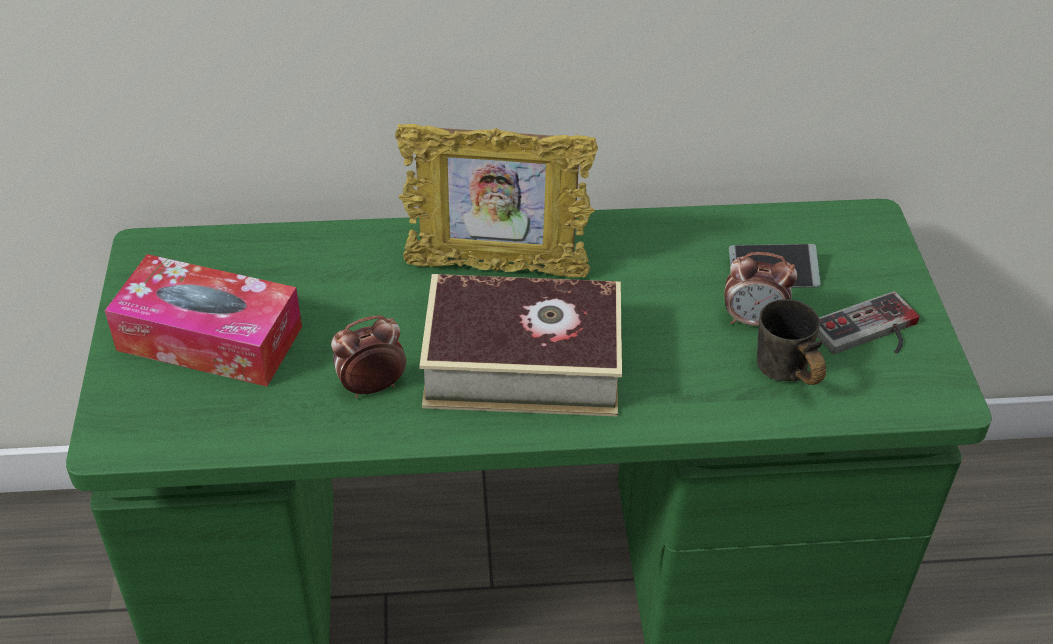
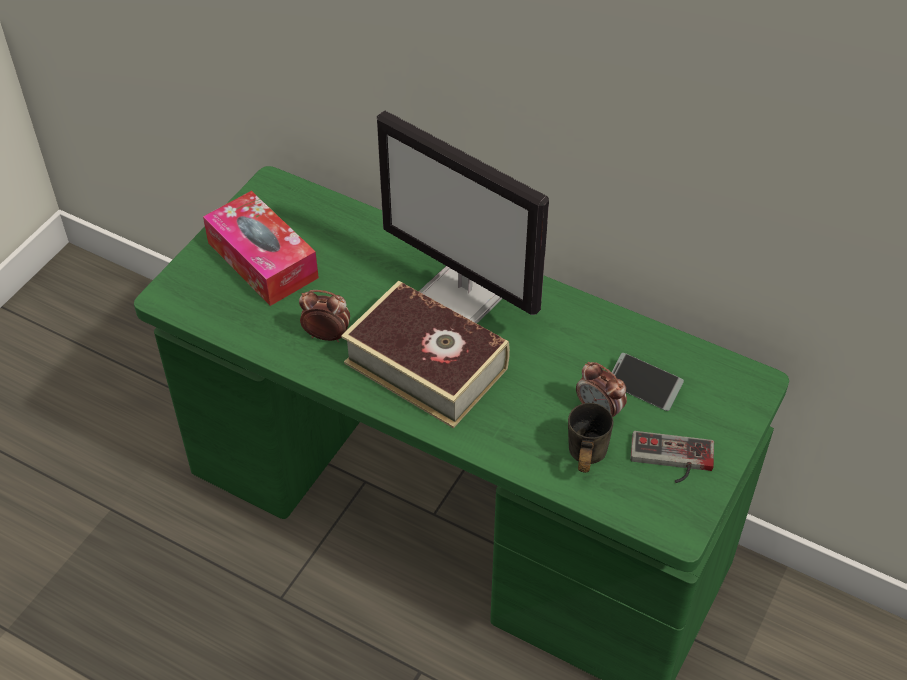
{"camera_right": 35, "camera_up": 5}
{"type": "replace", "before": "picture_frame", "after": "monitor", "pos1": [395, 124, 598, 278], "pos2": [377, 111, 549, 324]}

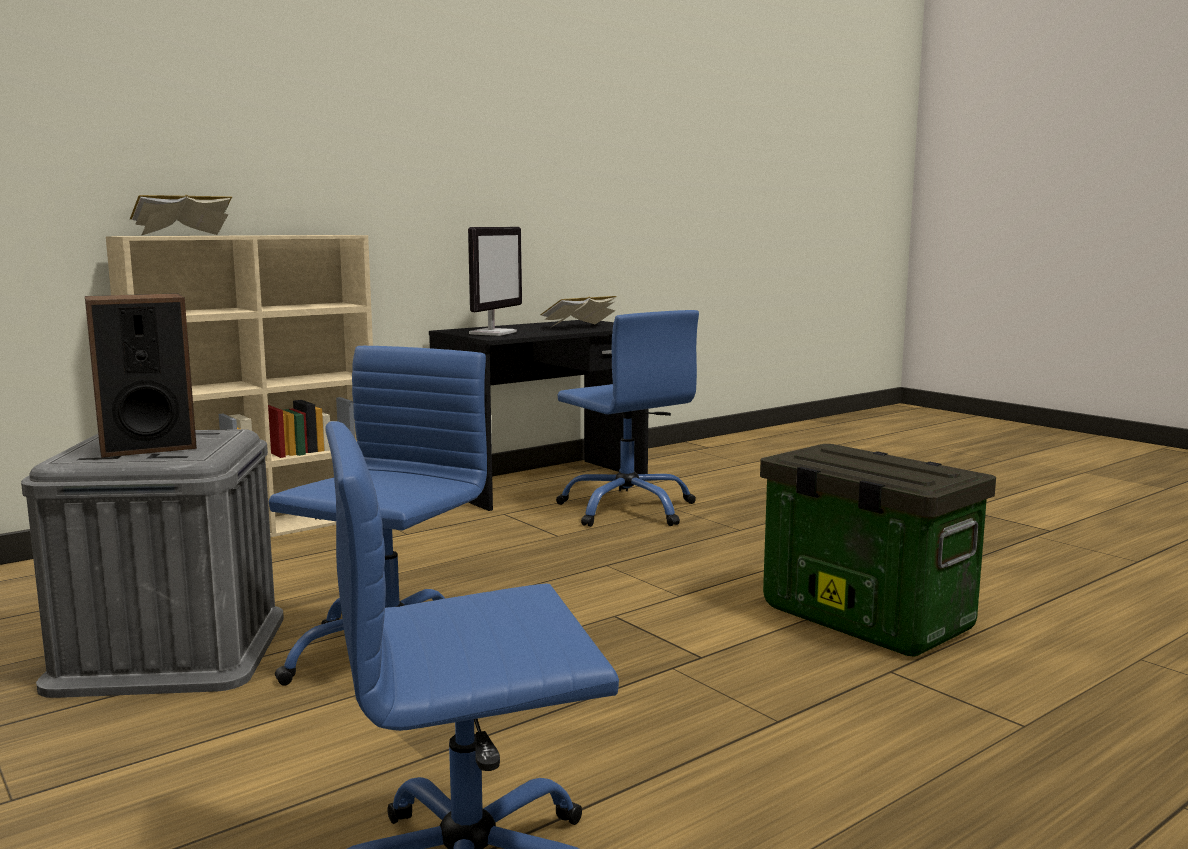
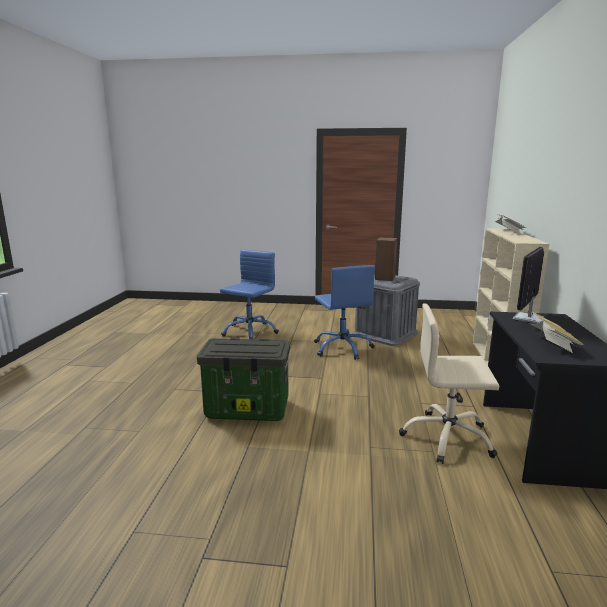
{"camera_right": 135, "camera_up": 5}
{"type": "recolor", "before": "blue_office_chair", "after": "beige_office_chair", "pos1": [556, 310, 699, 527], "pos2": [399, 303, 499, 464]}
{"type": "rotate", "before": "monitor", "pos1": [468, 227, 522, 336], "pos2": [513, 247, 544, 323], "turn": 60}

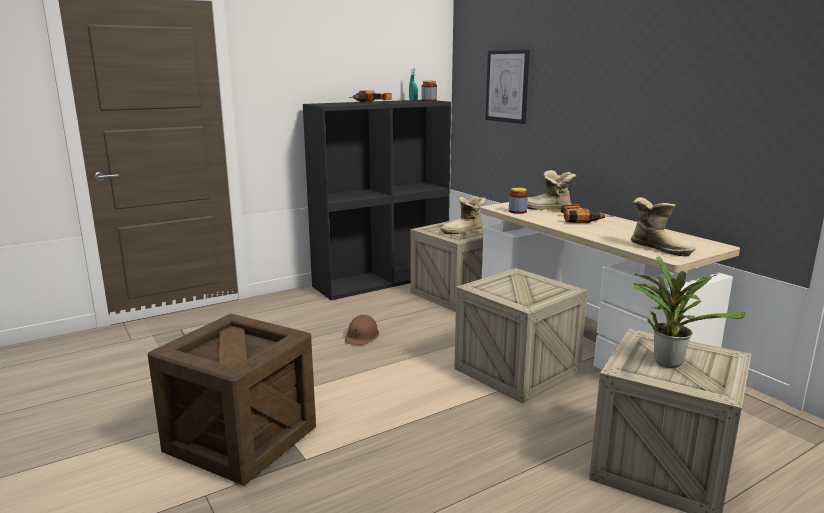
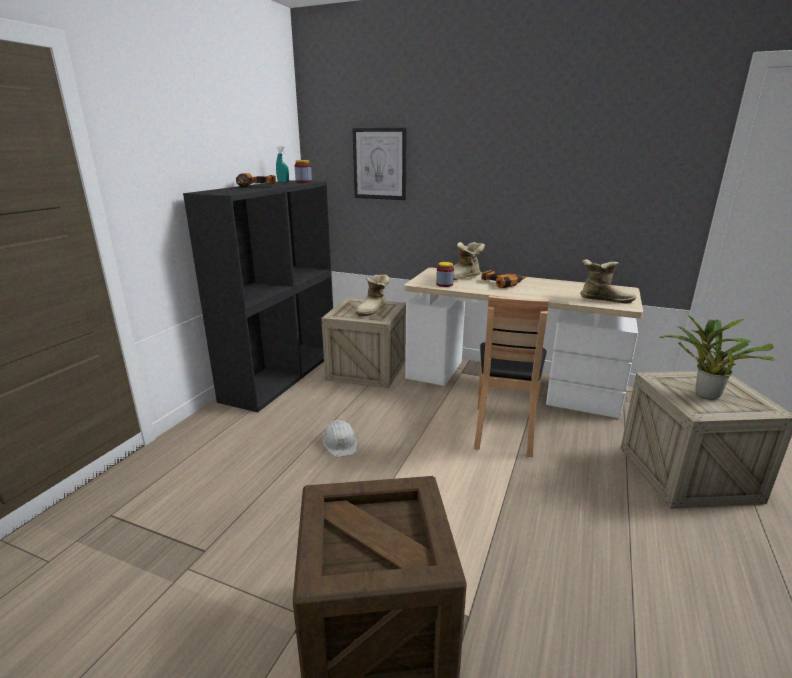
{"camera_right": -35, "camera_up": 5}
{"type": "recolor", "before": "brown_hard_hat", "after": "white_hard_hat", "pos1": [345, 315, 379, 345], "pos2": [322, 420, 357, 457]}
{"type": "replace", "before": "crate", "after": "brown_chair", "pos1": [454, 268, 588, 404], "pos2": [474, 296, 549, 457]}

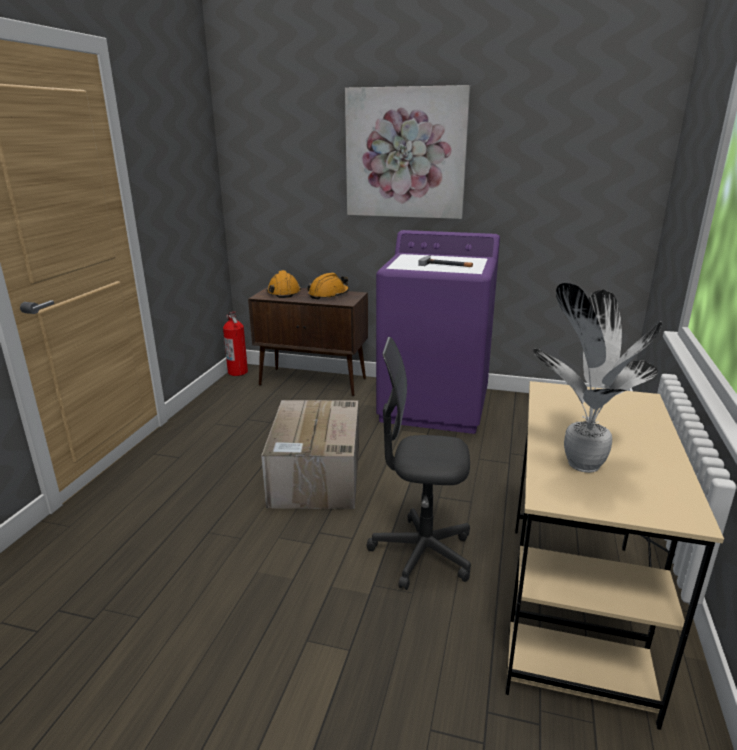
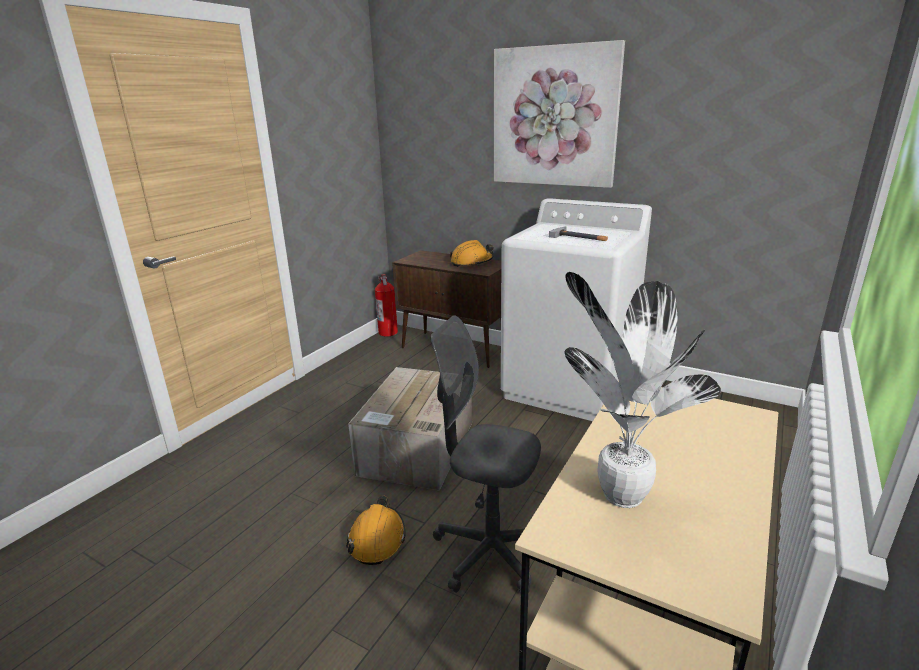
{"camera_right": 15, "camera_up": 0}
{"type": "move", "before": "orange_hard_hat", "pos1": [266, 270, 301, 298], "pos2": [346, 495, 406, 565]}
{"type": "recolor", "before": "purple_washing_machine", "after": "white_washing_machine", "pos1": [376, 230, 500, 434], "pos2": [501, 198, 652, 421]}

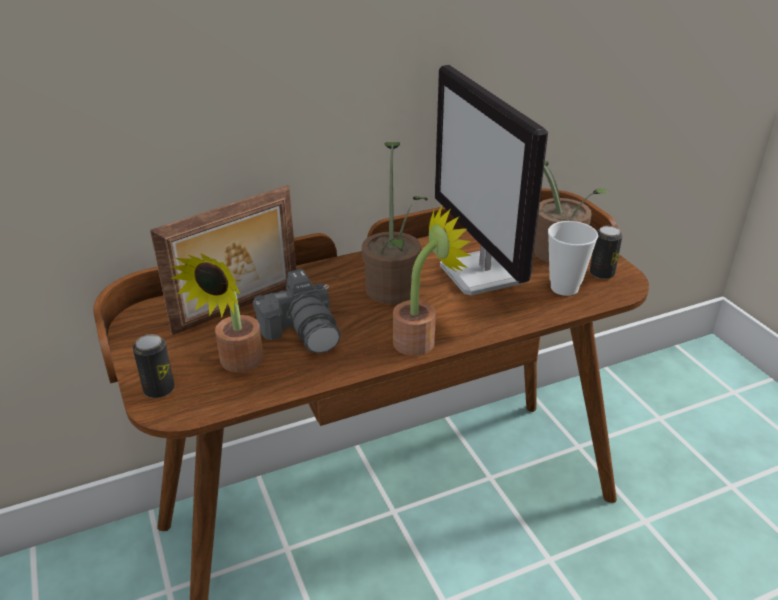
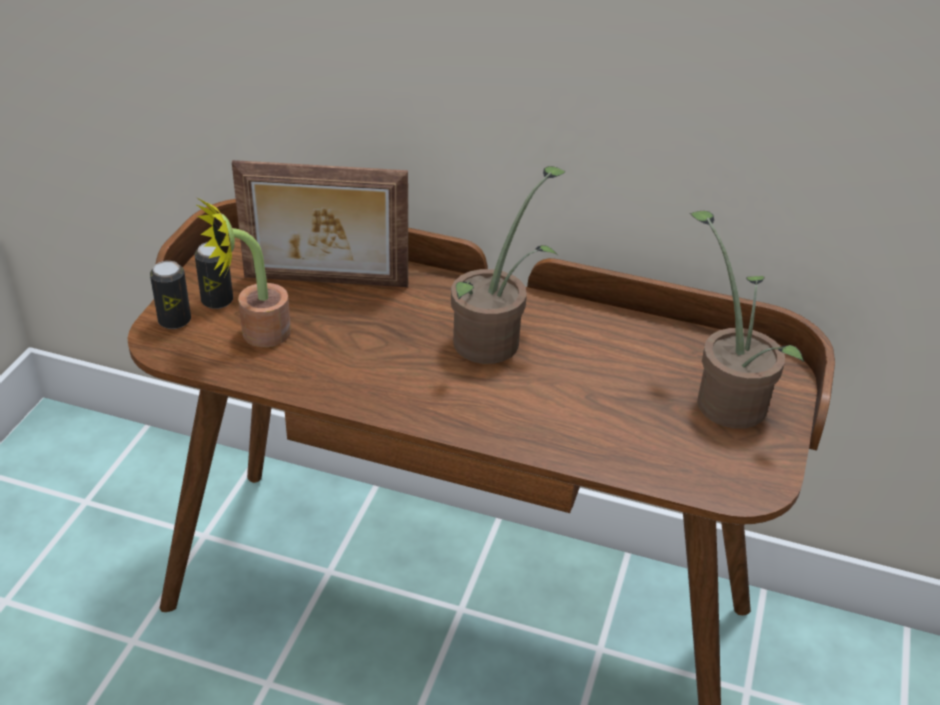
{"camera_right": 40, "camera_up": 5}
{"type": "move", "before": "can", "pos1": [590, 226, 622, 279], "pos2": [195, 242, 233, 309]}
{"type": "delete", "before": "photo_camera", "pos1": [253, 269, 341, 353]}
{"type": "delete", "before": "potted_plant", "pos1": [393, 206, 472, 356]}
{"type": "delete", "before": "monitor", "pos1": [435, 65, 548, 296]}
{"type": "delete", "before": "cup", "pos1": [548, 221, 598, 296]}

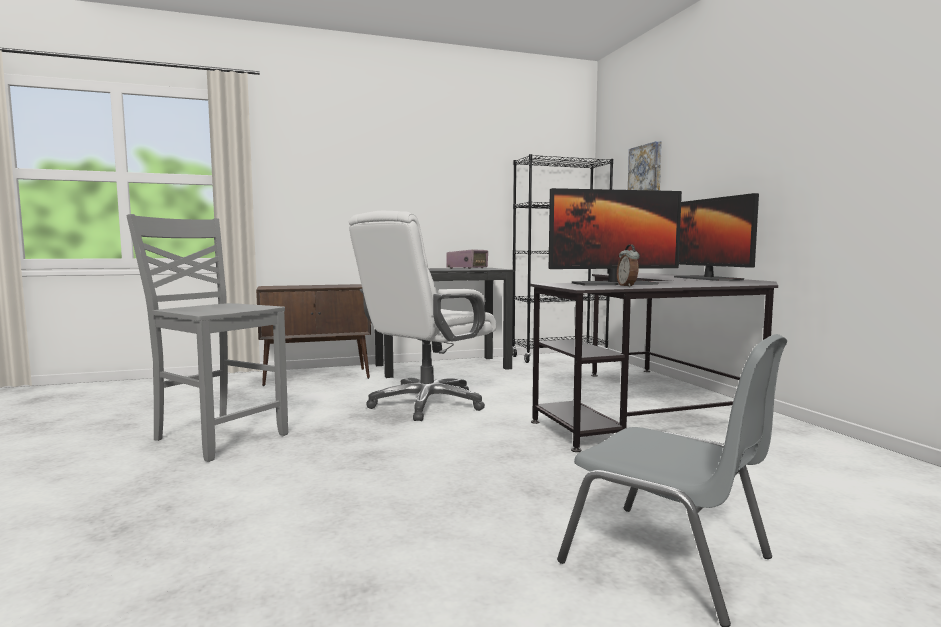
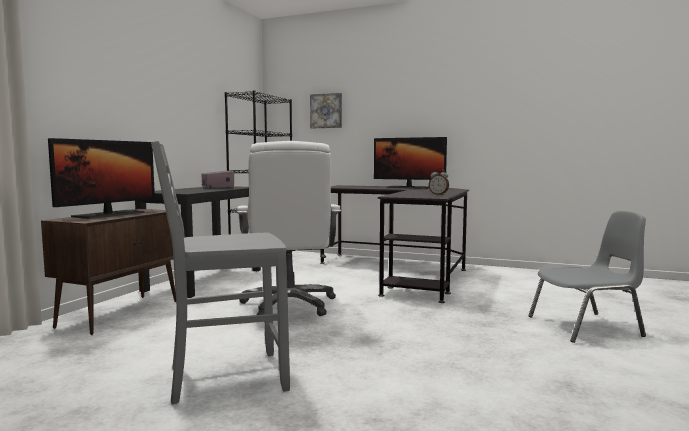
{"camera_right": -50, "camera_up": 0}
{"type": "move", "before": "monitor", "pos1": [549, 188, 682, 286], "pos2": [48, 138, 155, 219]}

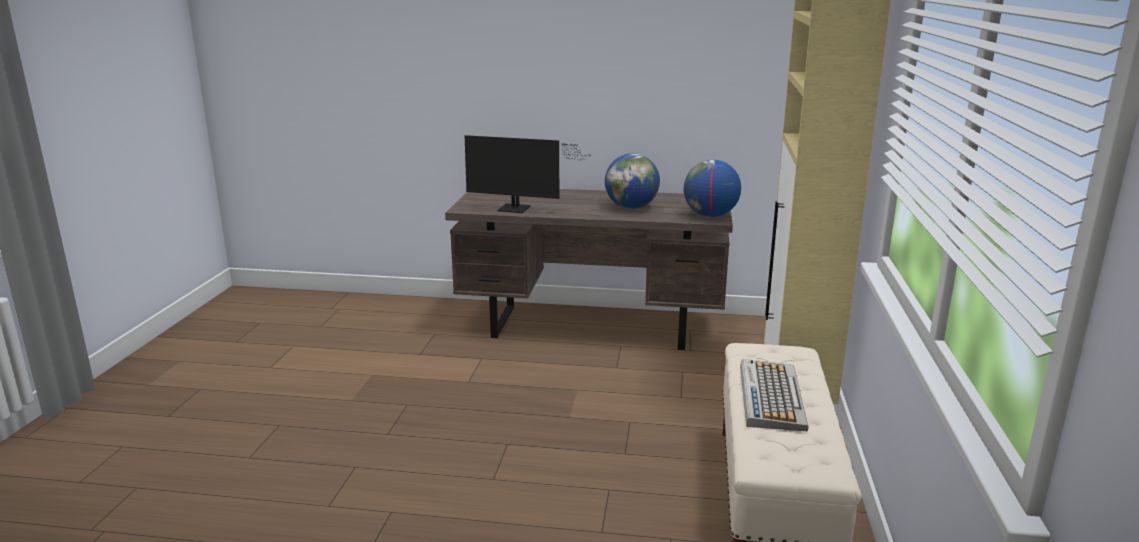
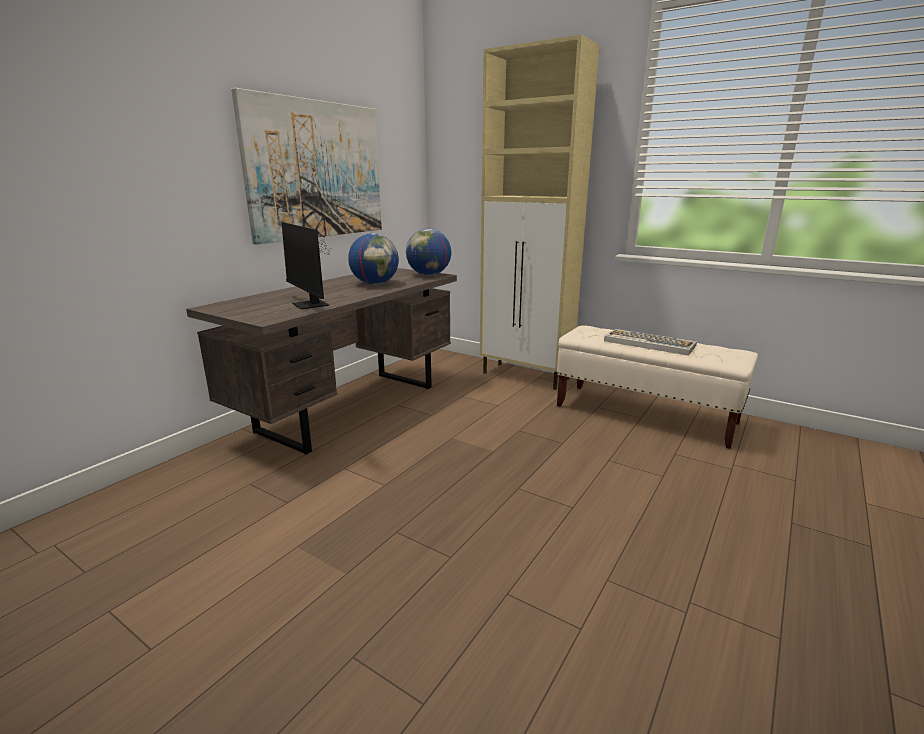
{"camera_right": -65, "camera_up": 0}
{"type": "insert", "after": "picture", "pos2": [231, 88, 382, 244]}
{"type": "rotate", "before": "monitor", "pos1": [465, 135, 588, 213], "pos2": [281, 222, 332, 310], "turn": 105}

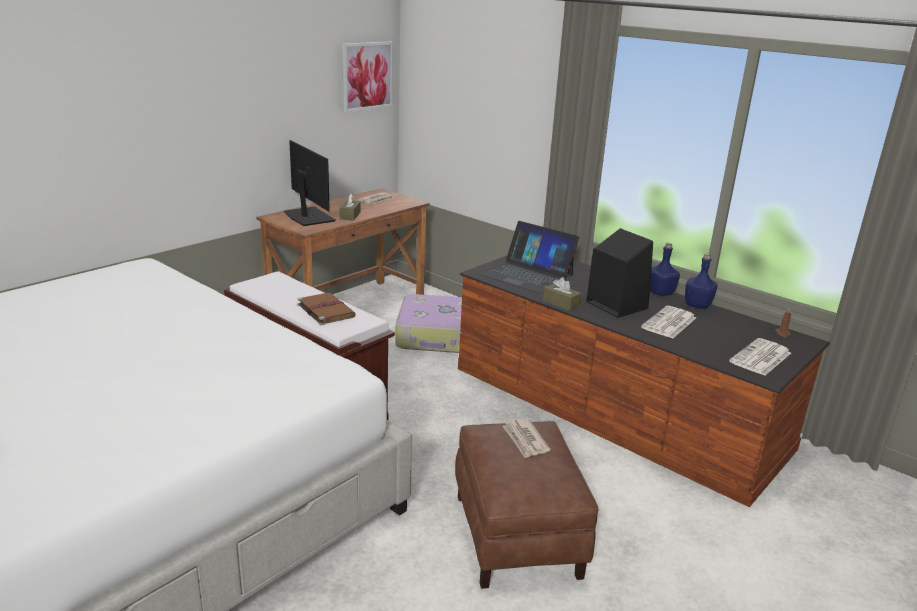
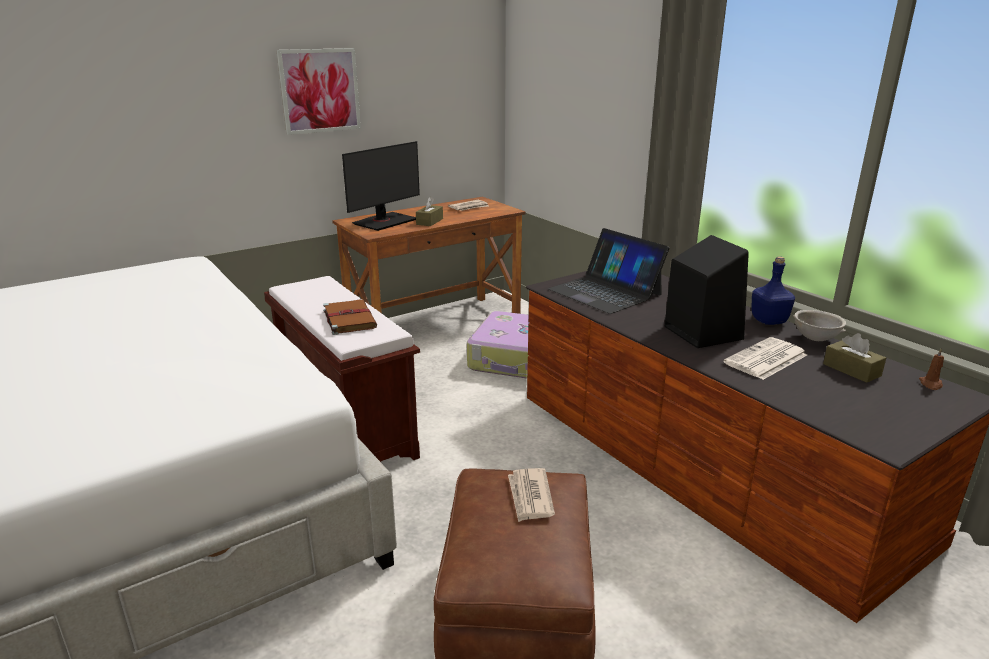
{"camera_right": 15, "camera_up": 0}
{"type": "move", "before": "picture", "pos1": [342, 42, 393, 112], "pos2": [276, 48, 361, 135]}
{"type": "rotate", "before": "monitor", "pos1": [284, 140, 335, 226], "pos2": [342, 141, 420, 231], "turn": 60}
{"type": "replace", "before": "blue_bottle", "after": "grey_bowl", "pos1": [685, 254, 718, 309], "pos2": [793, 310, 846, 341]}
{"type": "move", "before": "brown_tissue_box", "pos1": [543, 277, 582, 311], "pos2": [823, 333, 886, 383]}
{"type": "delete", "before": "newspaper", "pos1": [729, 338, 791, 376]}

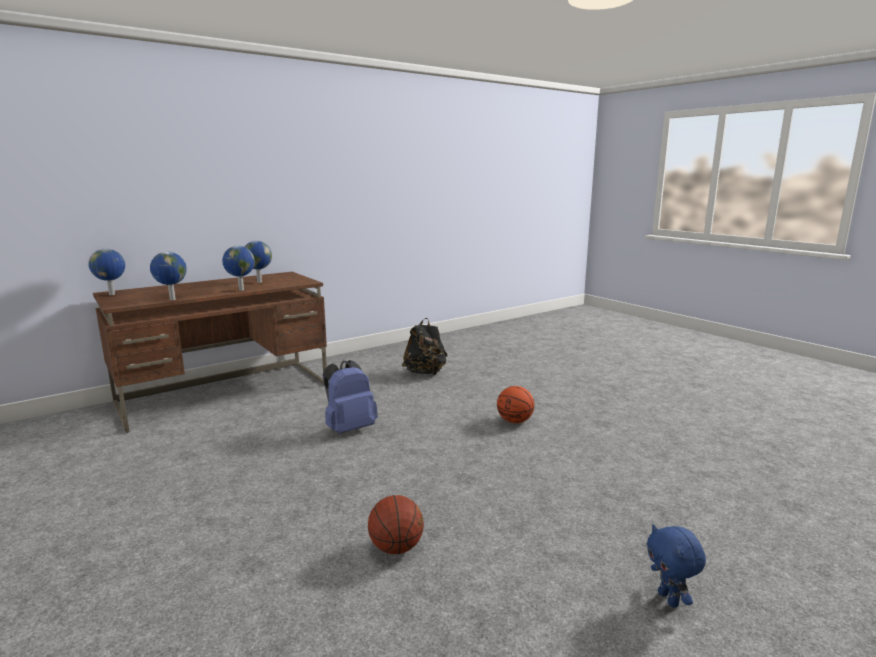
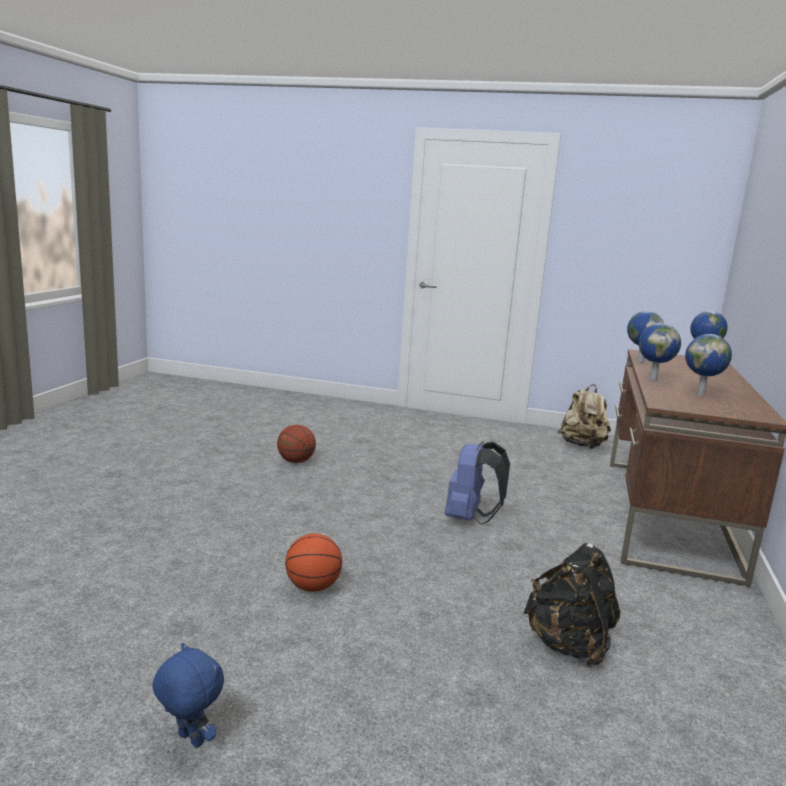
{"camera_right": 140, "camera_up": 0}
{"type": "move", "before": "blue_plush_toy", "pos1": [647, 524, 706, 607], "pos2": [152, 643, 224, 748]}
{"type": "insert", "after": "beige_backpack", "pos2": [558, 384, 611, 449]}

